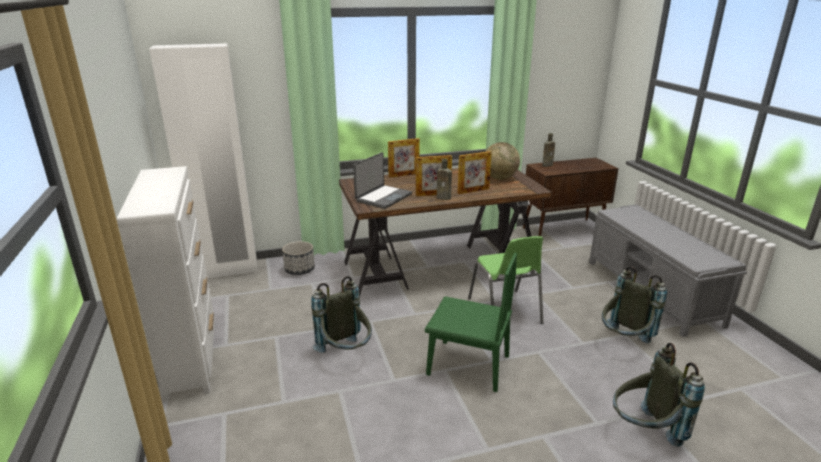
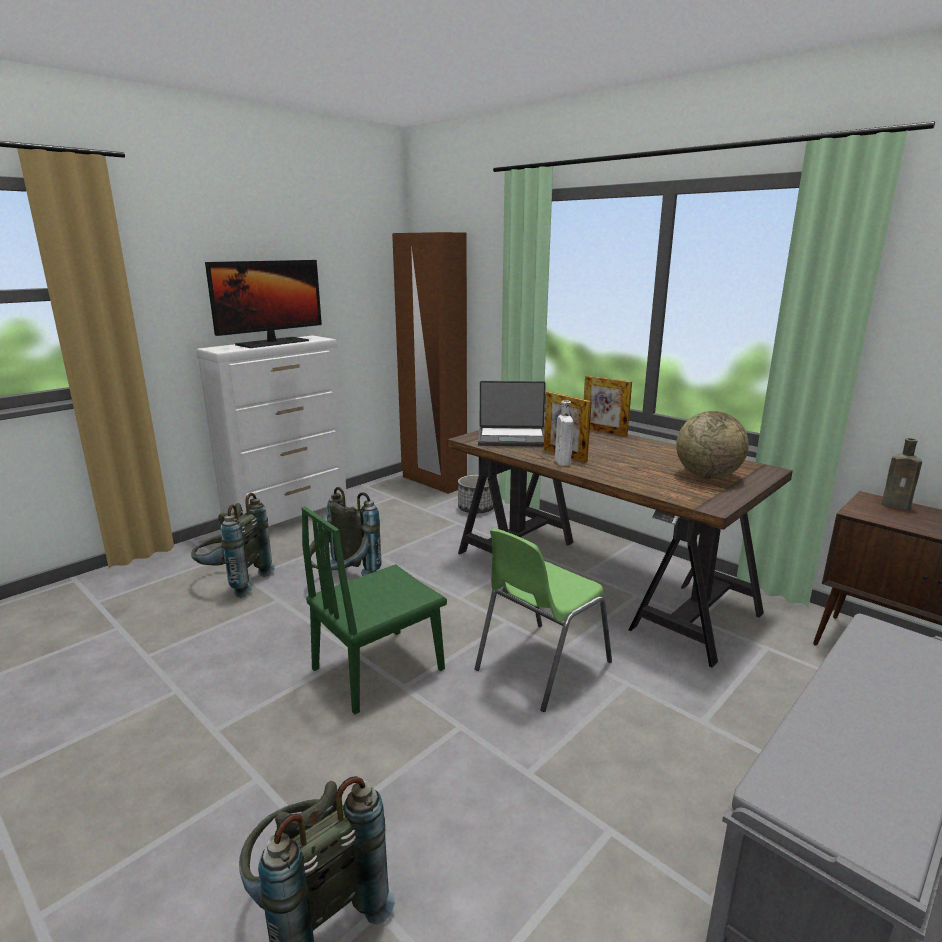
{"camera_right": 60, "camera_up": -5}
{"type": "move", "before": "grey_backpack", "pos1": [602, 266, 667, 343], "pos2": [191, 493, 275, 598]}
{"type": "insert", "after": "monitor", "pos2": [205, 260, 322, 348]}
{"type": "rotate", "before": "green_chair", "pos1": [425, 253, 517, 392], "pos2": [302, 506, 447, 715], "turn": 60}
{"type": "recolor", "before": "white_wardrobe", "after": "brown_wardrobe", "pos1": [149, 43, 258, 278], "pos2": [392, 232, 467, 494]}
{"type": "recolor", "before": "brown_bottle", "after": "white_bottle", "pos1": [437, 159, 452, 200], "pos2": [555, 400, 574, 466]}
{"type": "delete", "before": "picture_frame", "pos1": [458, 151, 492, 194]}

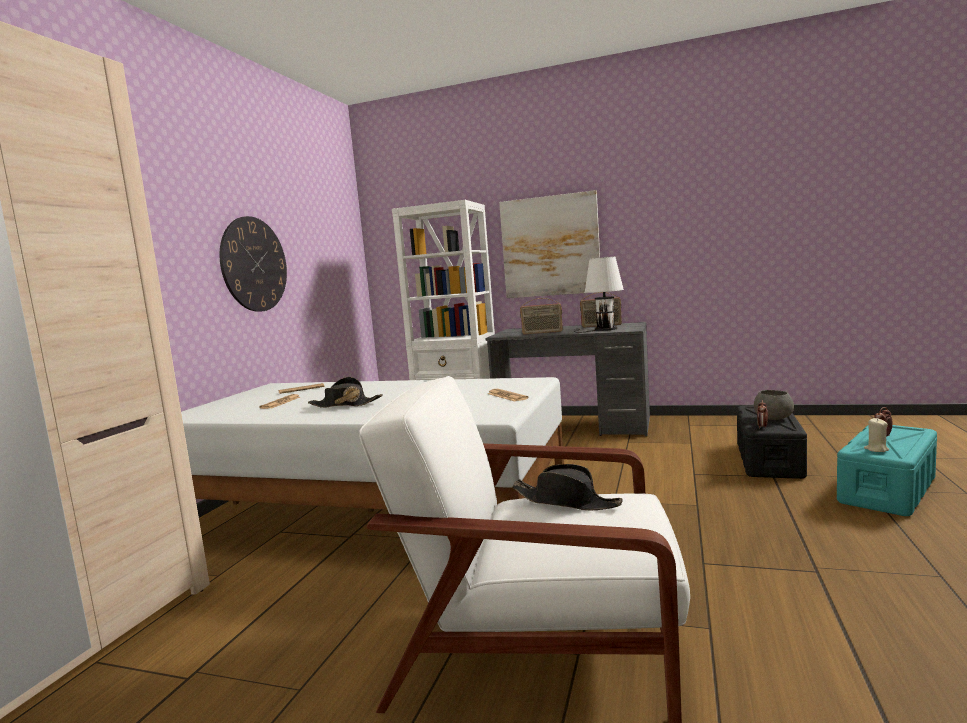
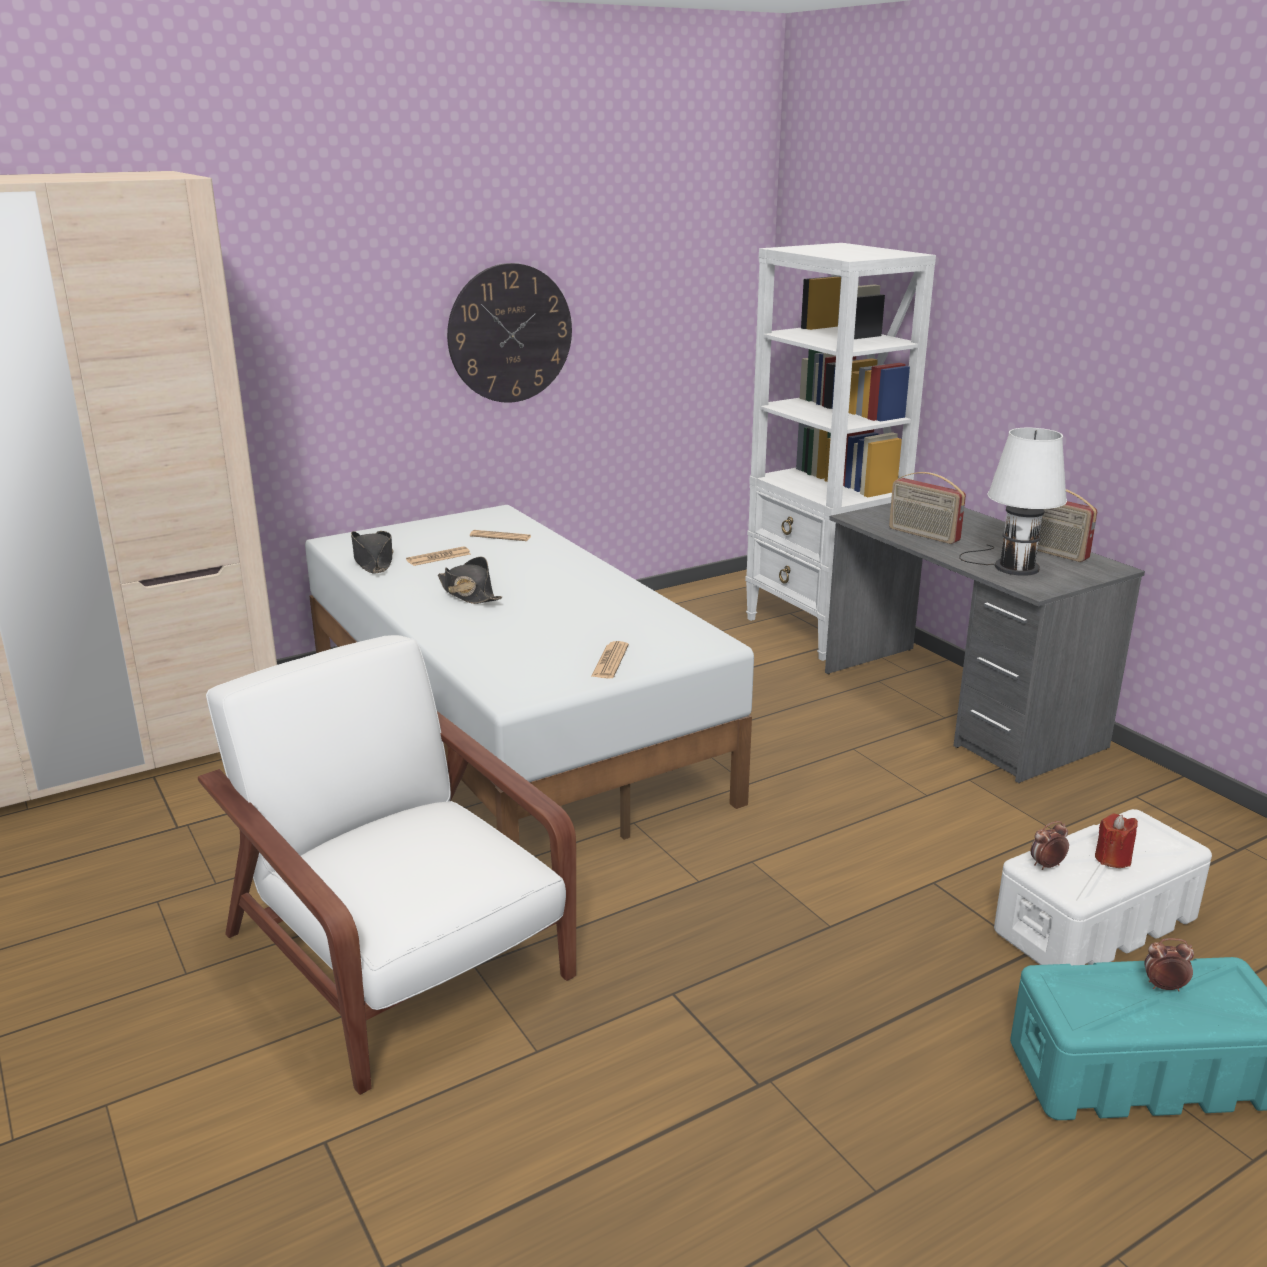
{"camera_right": 40, "camera_up": 15}
{"type": "move", "before": "black_hat", "pos1": [512, 464, 623, 510], "pos2": [351, 531, 393, 573]}
{"type": "recolor", "before": "black_storage_box", "after": "white_storage_box", "pos1": [737, 406, 807, 479], "pos2": [994, 809, 1212, 965]}
{"type": "replace", "before": "grey_bowl", "after": "red_candle", "pos1": [754, 390, 794, 420], "pos2": [1095, 814, 1138, 868]}
{"type": "delete", "before": "picture", "pos1": [499, 190, 600, 298]}
{"type": "delete", "before": "beige_candle", "pos1": [864, 418, 889, 452]}

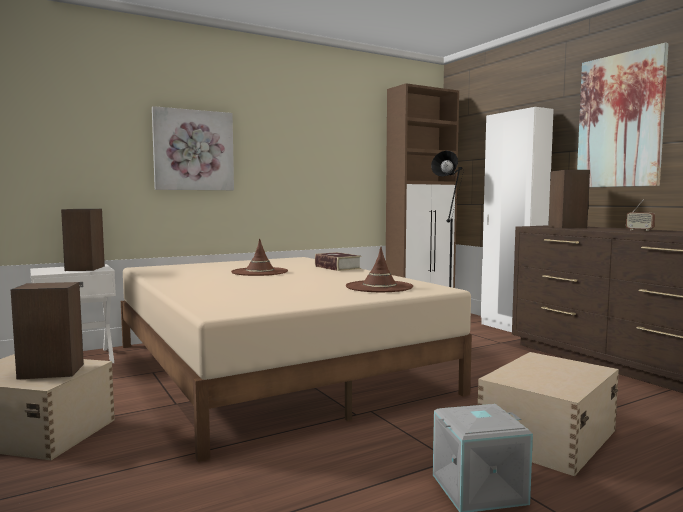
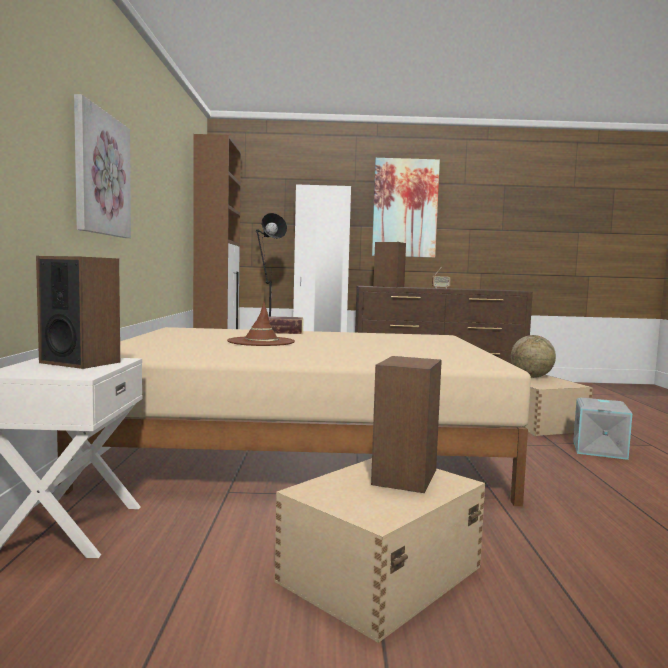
{"camera_right": -60, "camera_up": 0}
{"type": "insert", "after": "globe", "pos2": [511, 335, 556, 378]}
{"type": "delete", "before": "brown_hat", "pos1": [346, 247, 413, 292]}

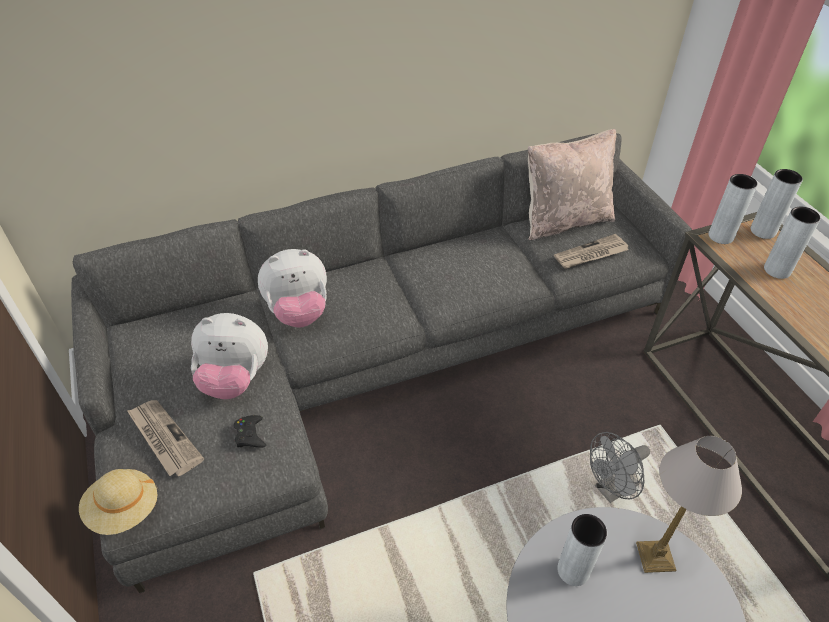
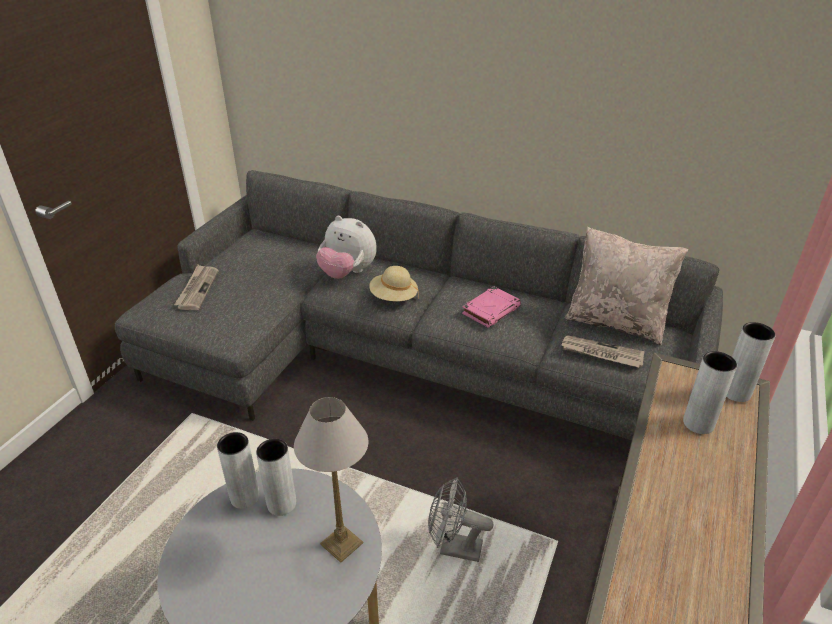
{"camera_right": 45, "camera_up": -10}
{"type": "move", "before": "grey_vase", "pos1": [708, 174, 758, 244], "pos2": [217, 432, 260, 509]}
{"type": "move", "before": "beige_hat", "pos1": [79, 469, 157, 535], "pos2": [369, 266, 419, 301]}
{"type": "insert", "after": "pink_book", "pos2": [462, 286, 521, 328]}
{"type": "delete", "before": "plush_toy", "pos1": [191, 313, 268, 400]}
{"type": "delete", "before": "black_game_controller", "pos1": [233, 415, 266, 448]}

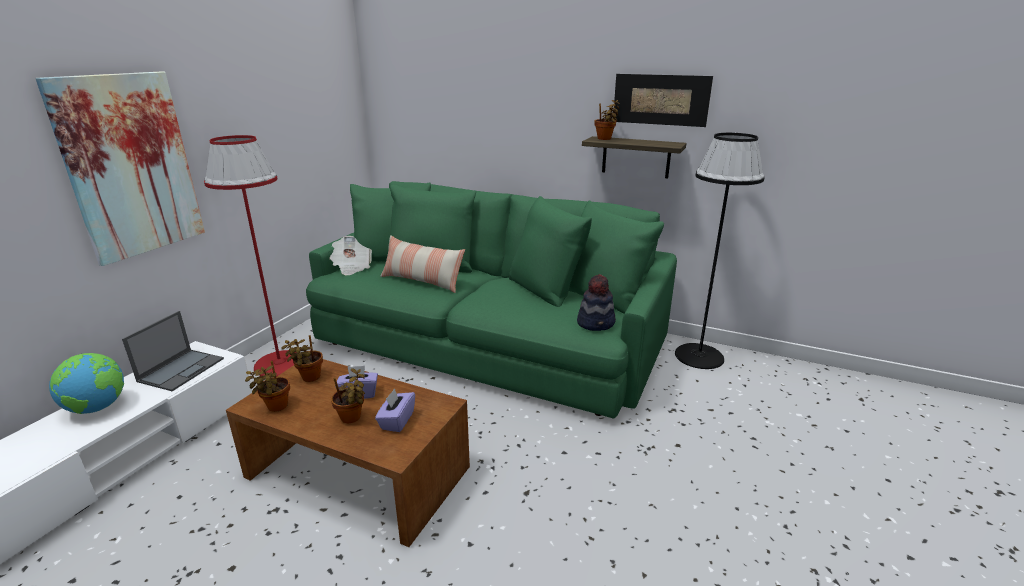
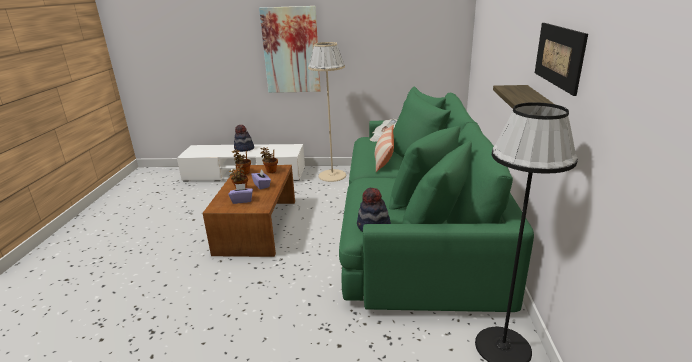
{"camera_right": 70, "camera_up": 0}
{"type": "replace", "before": "globe", "after": "hat", "pos1": [49, 353, 124, 414], "pos2": [234, 125, 254, 152]}
{"type": "recolor", "before": "red_floor_lamp", "after": "beige_floor_lamp", "pos1": [204, 135, 296, 377], "pos2": [308, 42, 346, 182]}
{"type": "delete", "before": "laptop", "pos1": [122, 311, 224, 391]}
{"type": "delete", "before": "potted_plant", "pos1": [595, 100, 620, 140]}

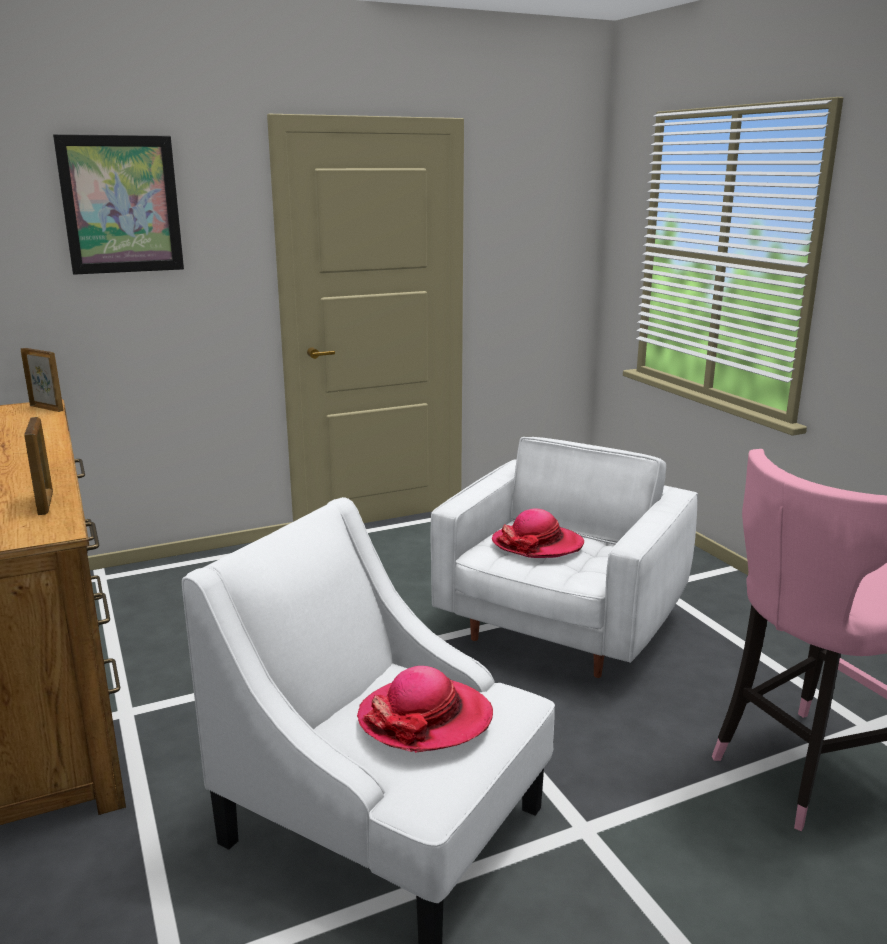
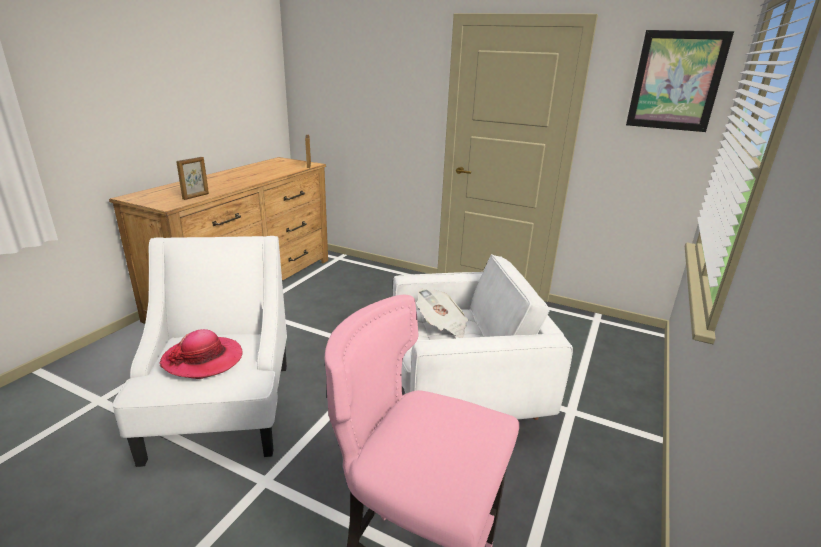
{"camera_right": 50, "camera_up": 5}
{"type": "replace", "before": "hat", "after": "newspaper", "pos1": [492, 508, 584, 558], "pos2": [416, 289, 468, 338]}
{"type": "move", "before": "picture", "pos1": [53, 134, 184, 275], "pos2": [626, 30, 734, 132]}

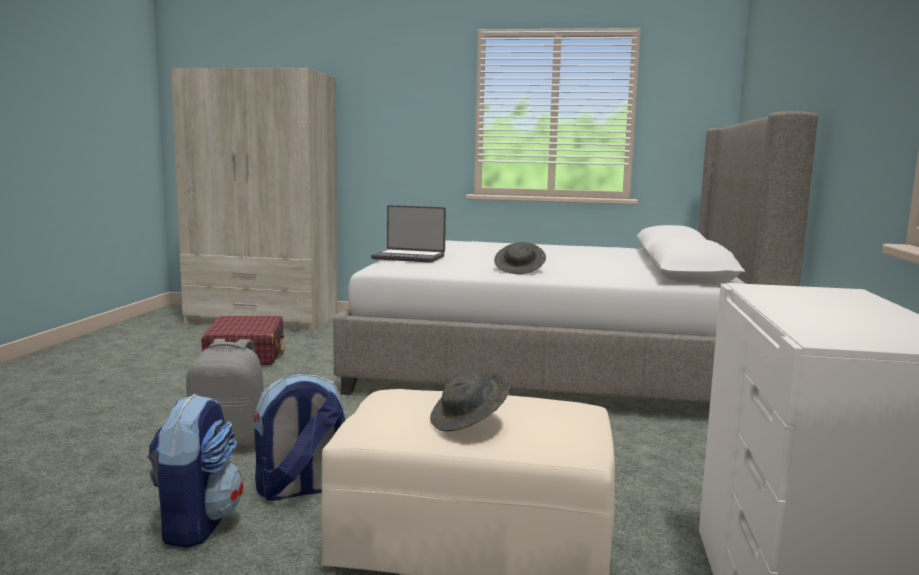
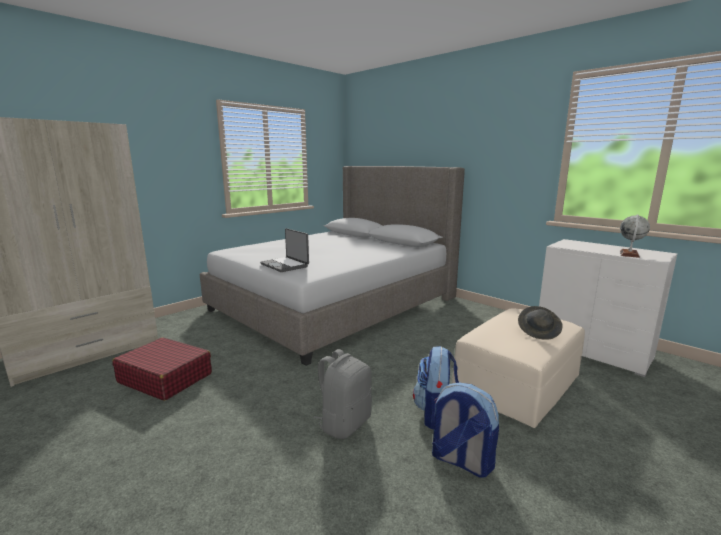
{"camera_right": -55, "camera_up": 5}
{"type": "rotate", "before": "laptop", "pos1": [371, 205, 446, 263], "pos2": [260, 228, 309, 272], "turn": 90}
{"type": "insert", "after": "globe", "pos2": [620, 215, 650, 258]}
{"type": "delete", "before": "grey_hat", "pos1": [494, 242, 546, 274]}

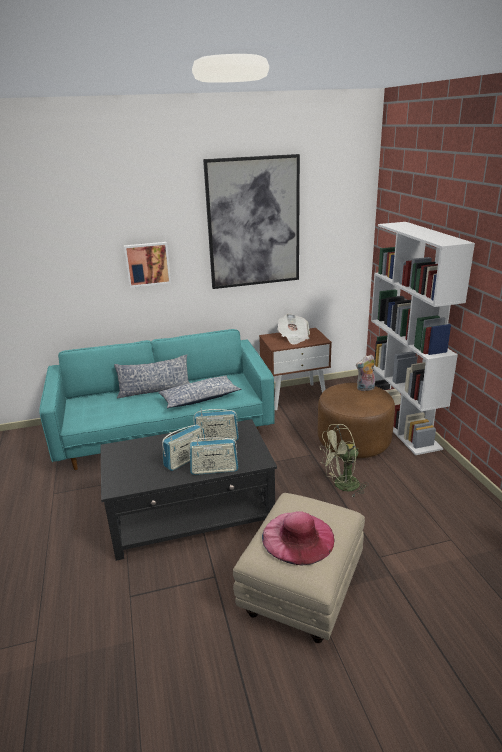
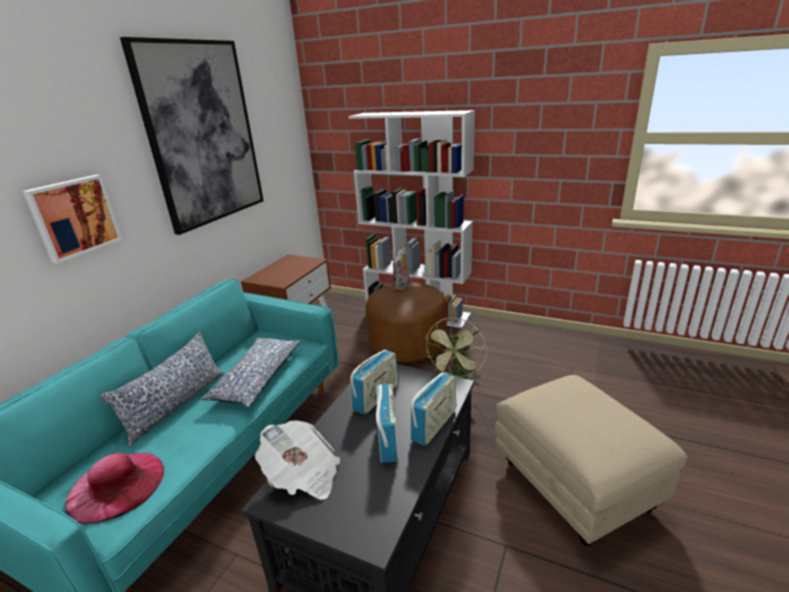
{"camera_right": -50, "camera_up": 0}
{"type": "move", "before": "pink_hat", "pos1": [262, 511, 335, 565], "pos2": [65, 453, 164, 525]}
{"type": "move", "before": "newspaper", "pos1": [277, 314, 310, 345], "pos2": [255, 421, 340, 500]}

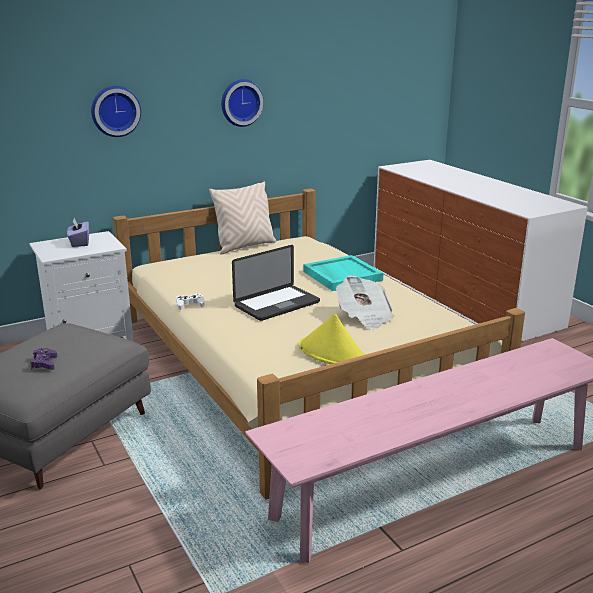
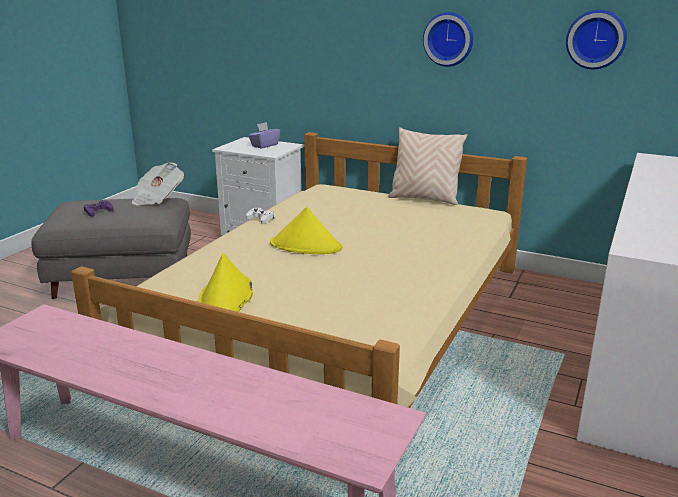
{"camera_right": 55, "camera_up": 0}
{"type": "move", "before": "newspaper", "pos1": [336, 275, 395, 330], "pos2": [132, 162, 184, 205]}
{"type": "replace", "before": "laptop", "after": "yellow_hat", "pos1": [232, 245, 320, 321], "pos2": [270, 207, 342, 254]}
{"type": "move", "before": "wall_clock", "pos1": [91, 86, 141, 137], "pos2": [566, 10, 627, 69]}
{"type": "delete", "before": "turquoise_tray", "pos1": [303, 255, 383, 291]}

